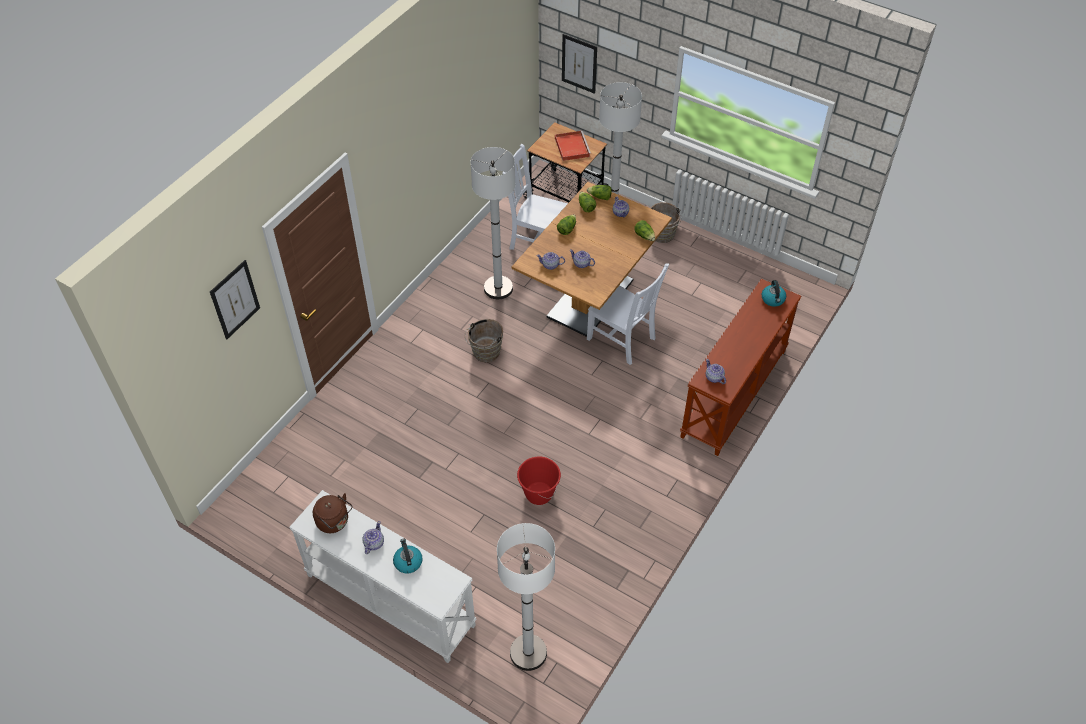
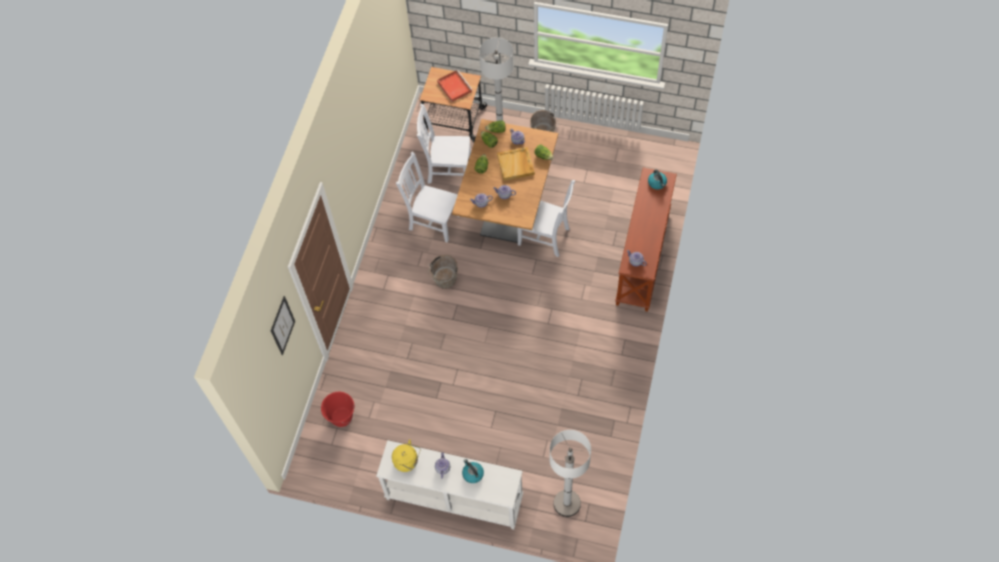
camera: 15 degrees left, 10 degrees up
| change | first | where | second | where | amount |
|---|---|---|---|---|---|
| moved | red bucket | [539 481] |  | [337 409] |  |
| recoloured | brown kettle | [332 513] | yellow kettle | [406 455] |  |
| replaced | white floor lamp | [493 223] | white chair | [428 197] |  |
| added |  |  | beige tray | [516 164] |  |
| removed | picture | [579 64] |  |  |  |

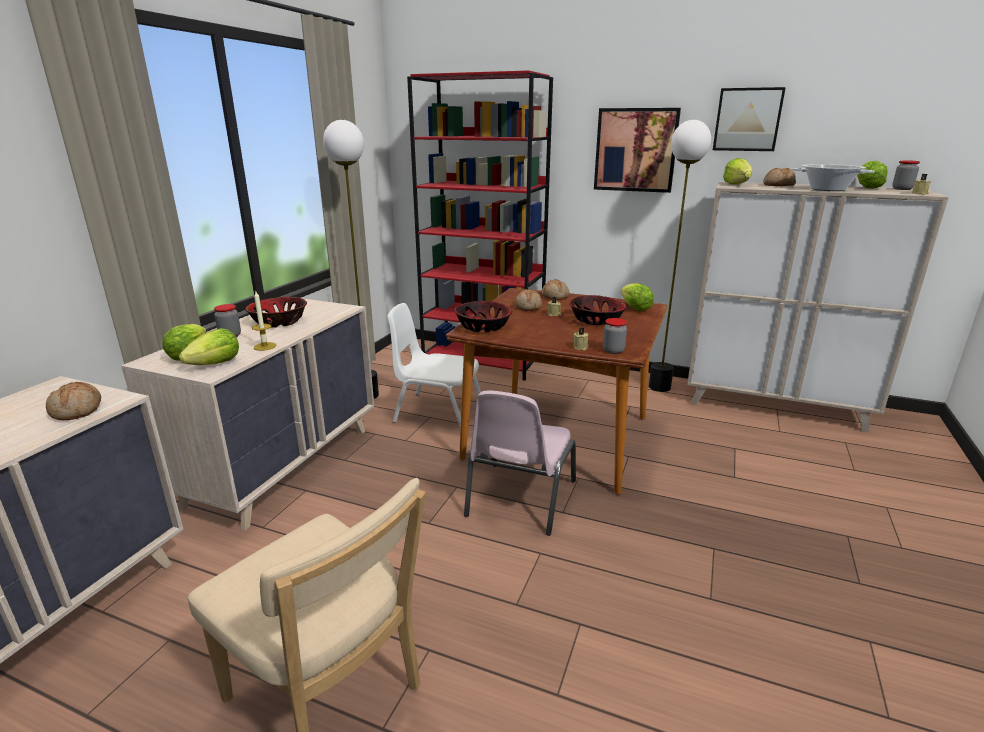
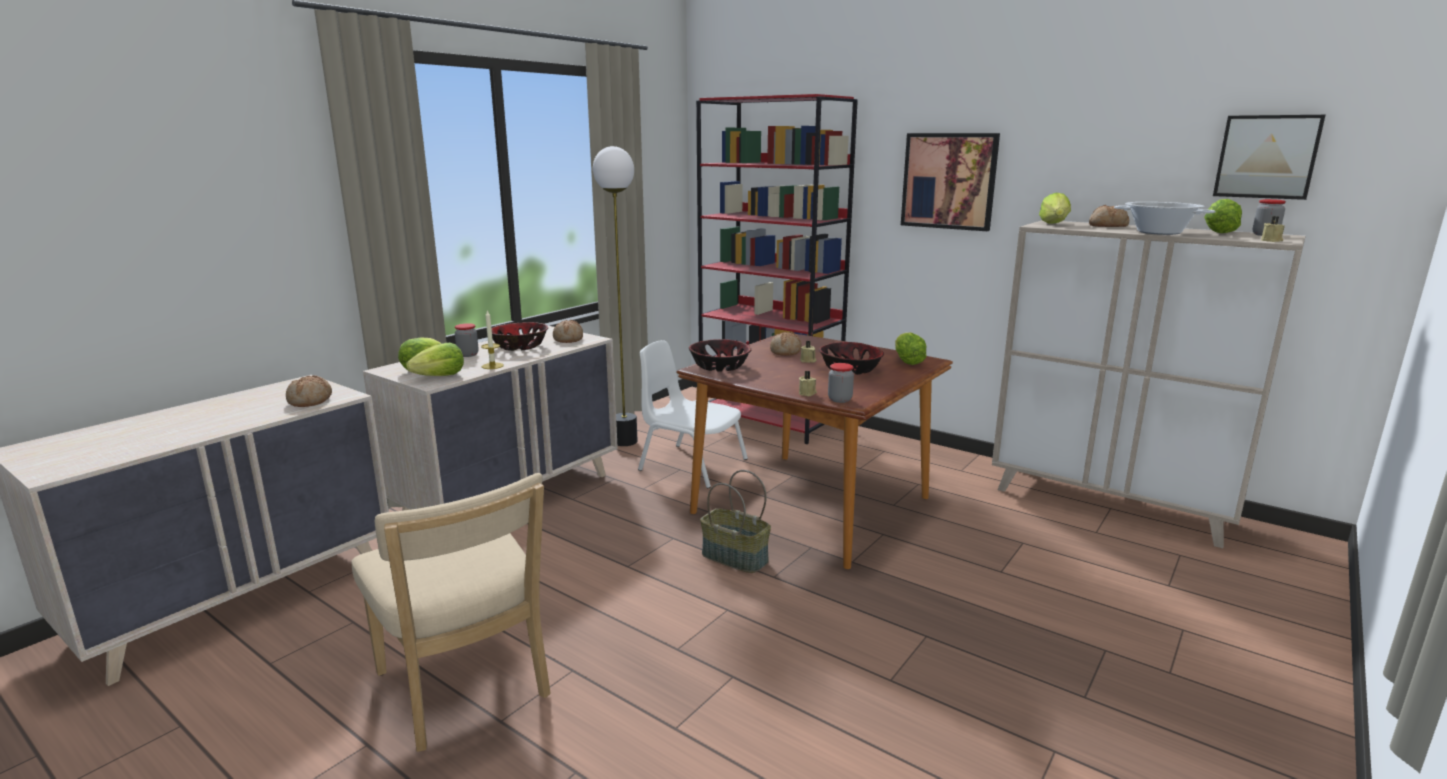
camera: 15 degrees right, 5 degrees down
| change | first | where | second | where | amount |
|---|---|---|---|---|---|
| moved | bread | [555 289] |  | [568 331] |  |
| replaced | pink chair | [520 463] | basket | [735 521] |  |
| moved | picture | [749 119] |  | [1269 157] |  |
| removed | floor lamp | [680 256] |  |  |  |

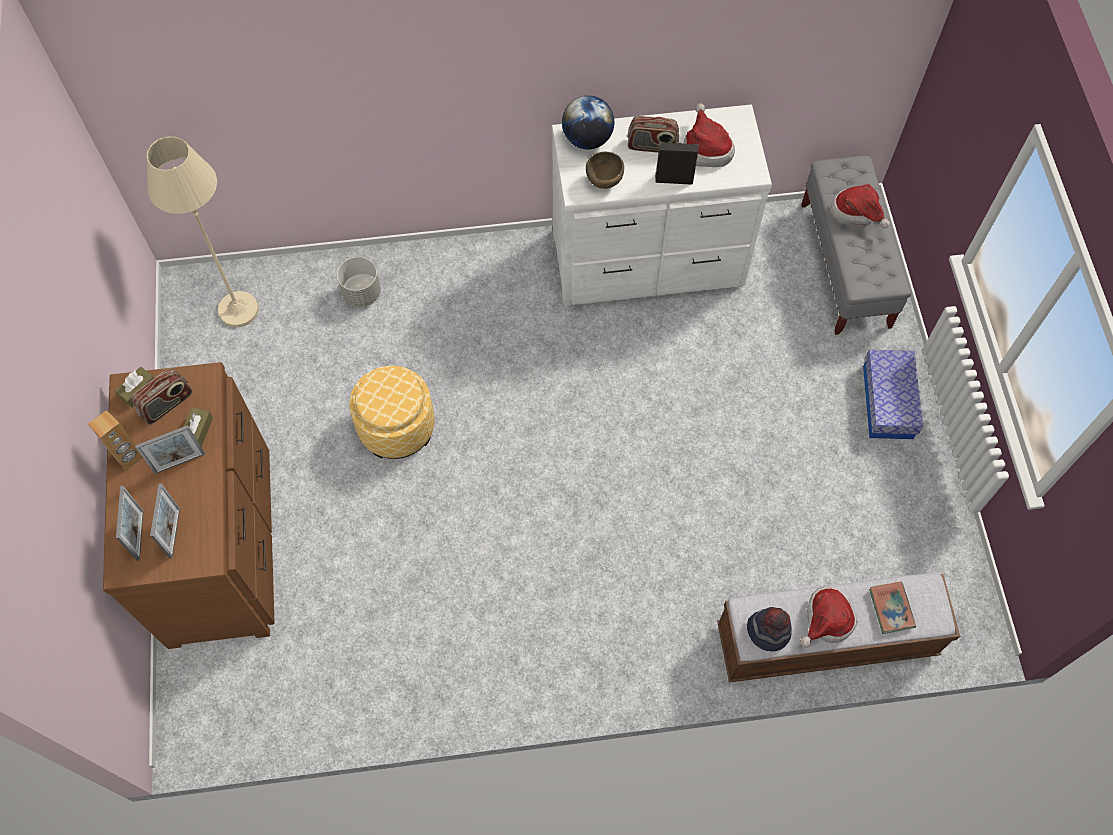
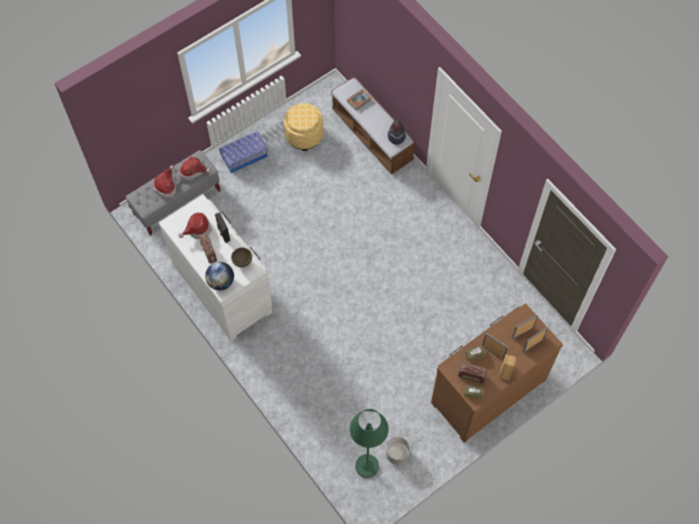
camera: 120 degrees left, 0 degrees up
| change | first | where | second | where | amount |
|---|---|---|---|---|---|
| moved | hat | [828 617] |  | [195 169] |  |
| moved | ottoman | [392 412] |  | [304 127] |  |
| recoloured | beige floor lamp | [203 231] | green floor lamp | [369 443] |  |
| moved | grey planter | [359 282] |  | [398 451] |  |

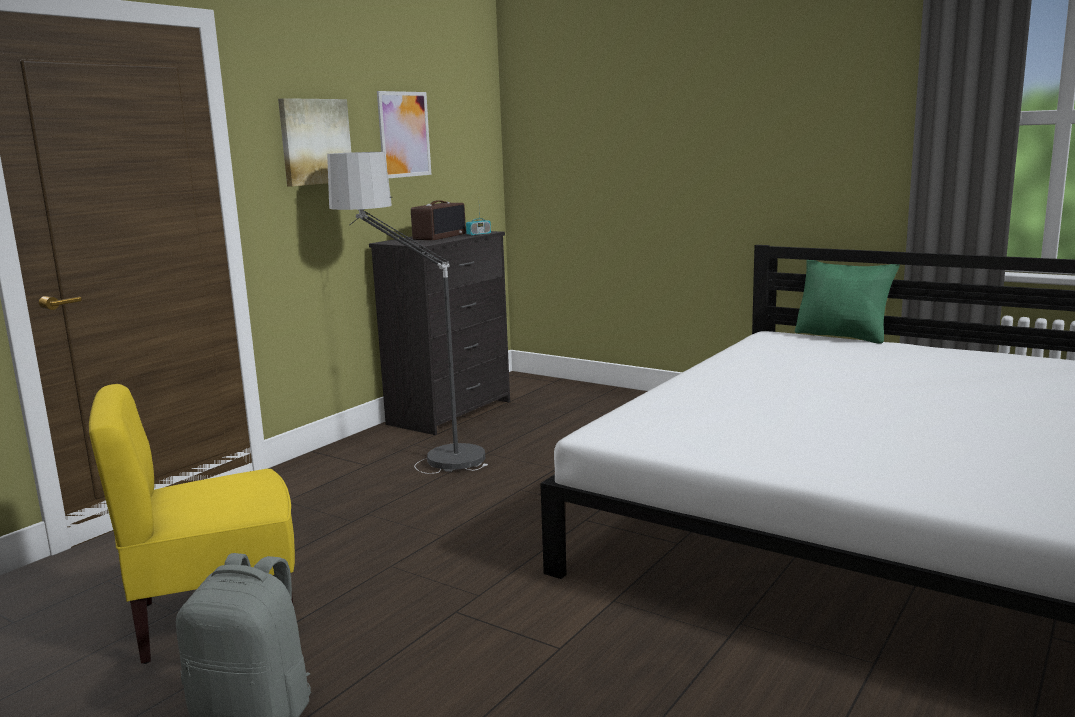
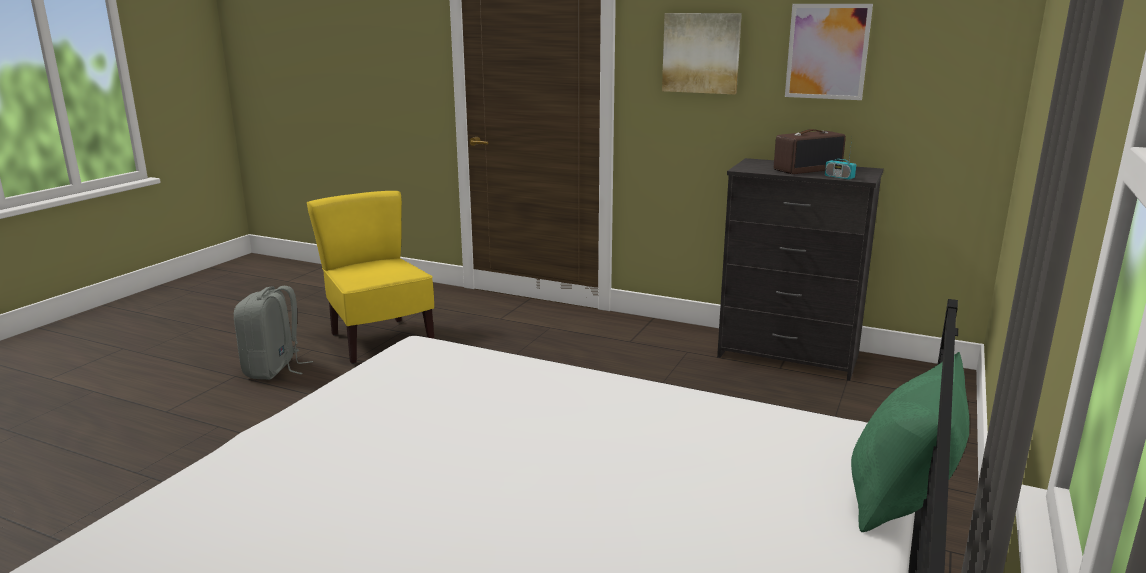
camera: 80 degrees right, 5 degrees up
| change | first | where | second | where | amount |
|---|---|---|---|---|---|
| turned | radio | [438 220] |  | [810 151] | 45 degrees counterclockwise |
| removed | floor lamp | [407 313] |  |  |  |

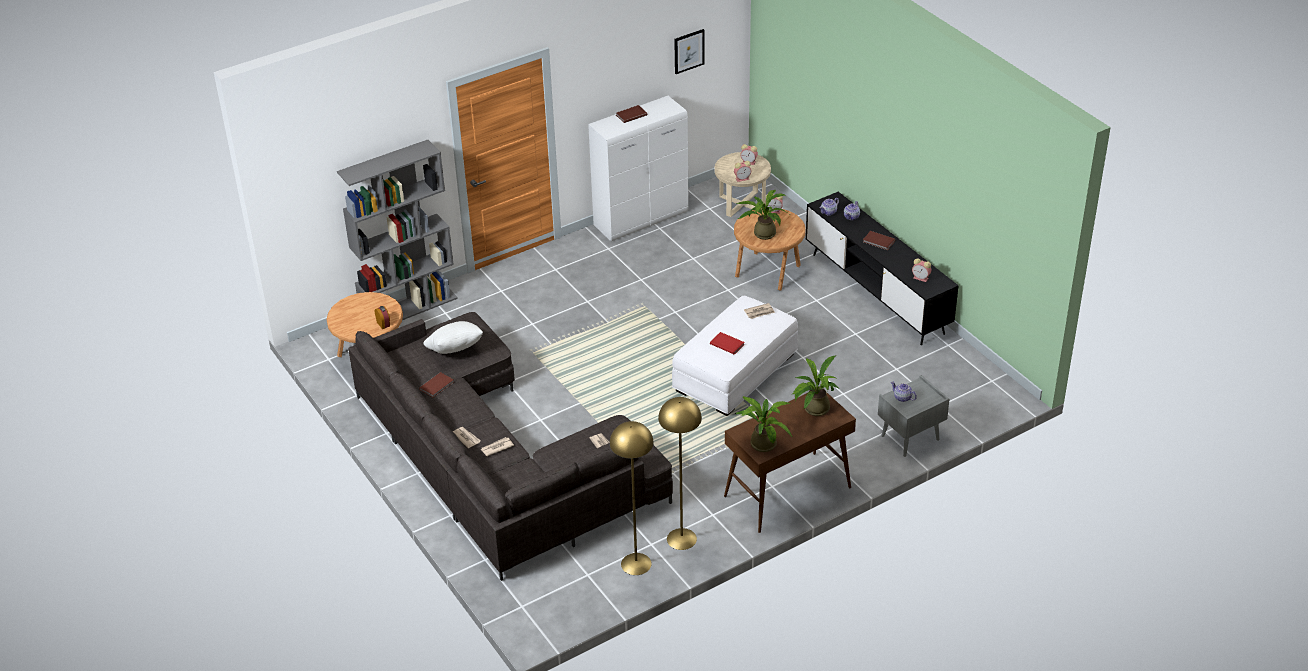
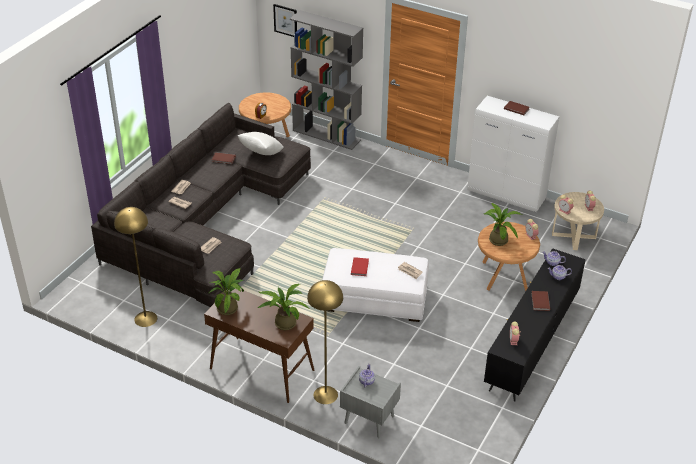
camera: 60 degrees right, 0 degrees up
| change | first | where | second | where | amount |
|---|---|---|---|---|---|
| moved | picture | [689 51] |  | [285 20] |  |
| moved | yellow floor lamp | [680 473] |  | [325 342] |  |

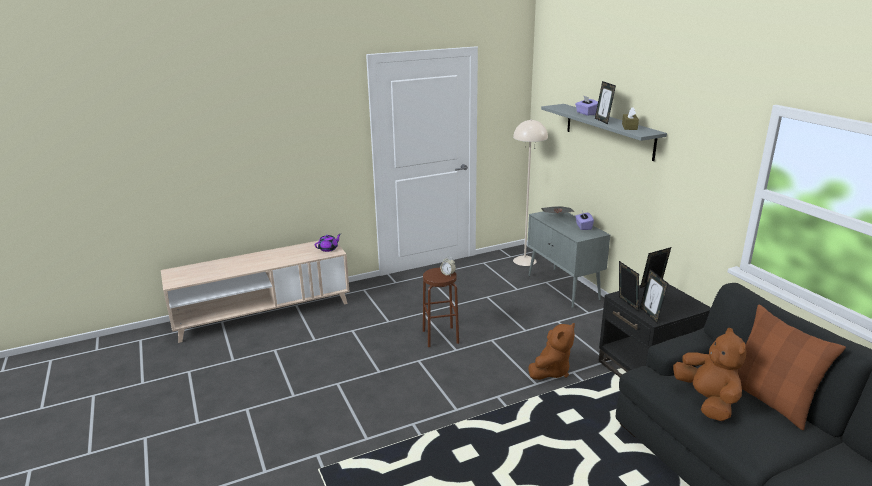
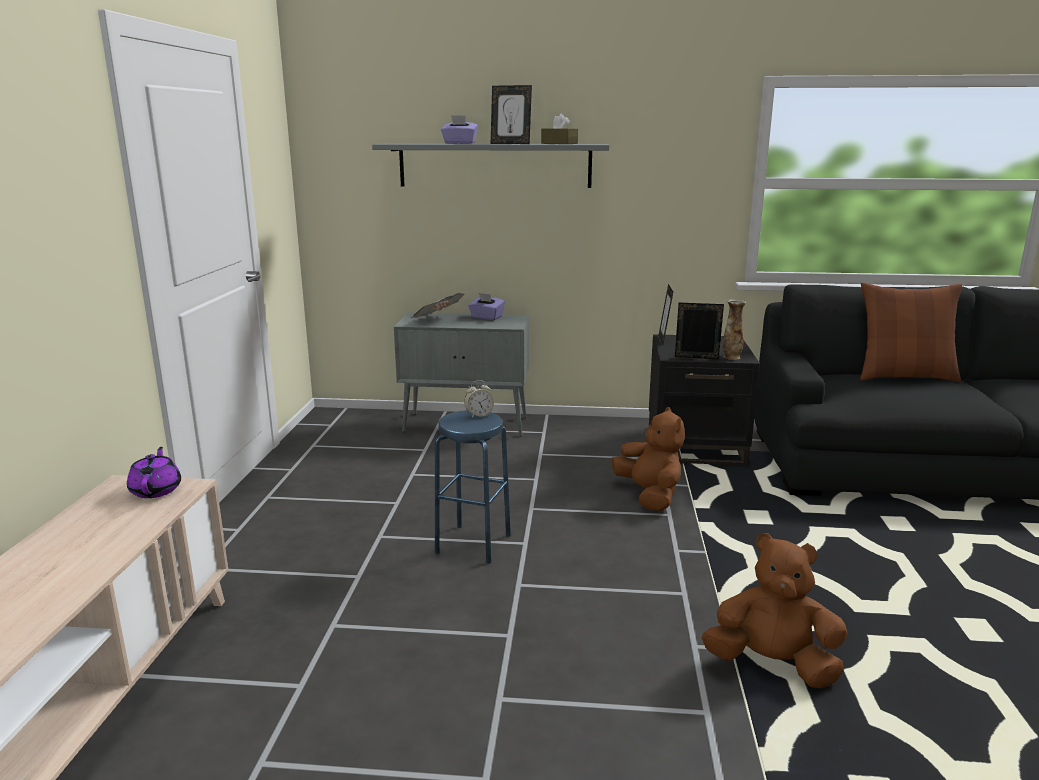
camera: 60 degrees left, 5 degrees down
| change | first | where | second | where | amount |
|---|---|---|---|---|---|
| recoloured | brown stool | [441 307] | blue stool | [473 487] |  |
| moved | brown plush toy | [709 374] |  | [774 610] |  |
| replaced | picture frame | [654 296] | vase | [734 329] |  |
| removed | beige floor lamp | [530 192] |  |  |  |

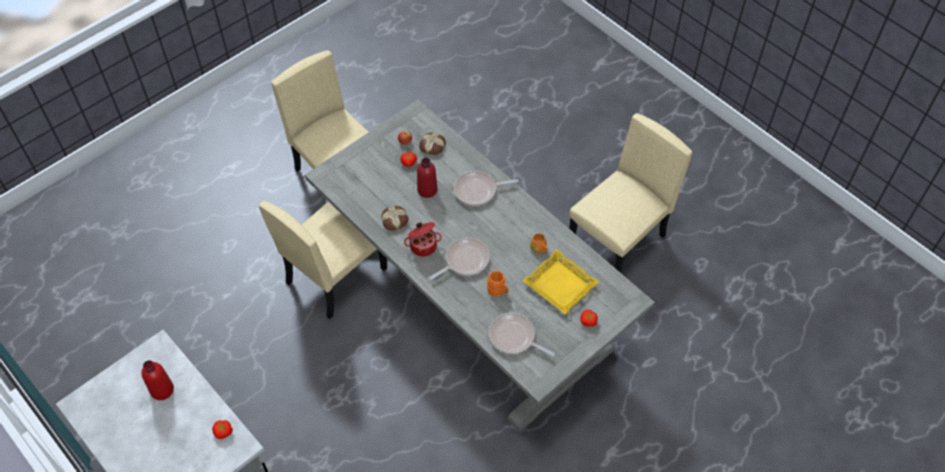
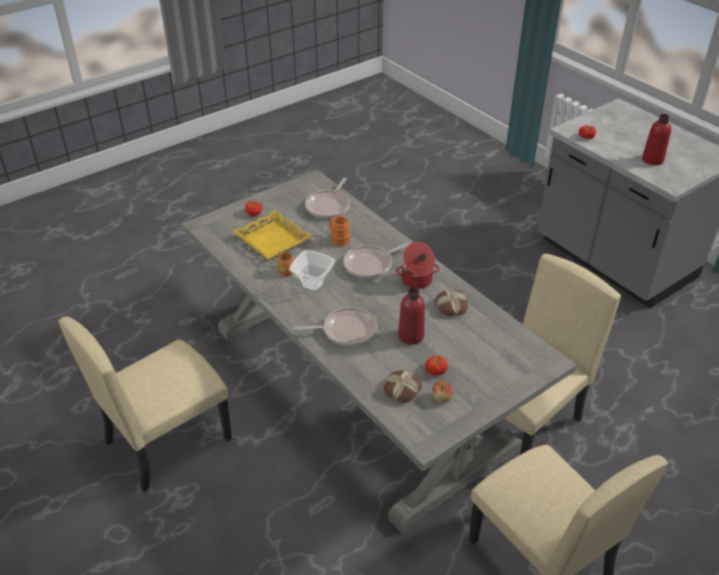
camera: 175 degrees left, 15 degrees down
| change | first | where | second | where | amount |
|---|---|---|---|---|---|
| added |  |  | bowl | [312 271] |  |
| turned | frying pan | [522 334] |  | [327 198] | 75 degrees clockwise |

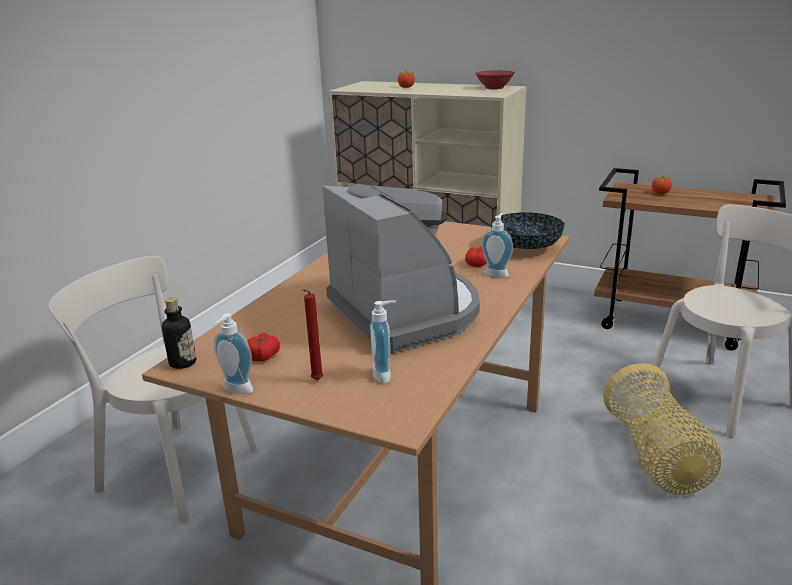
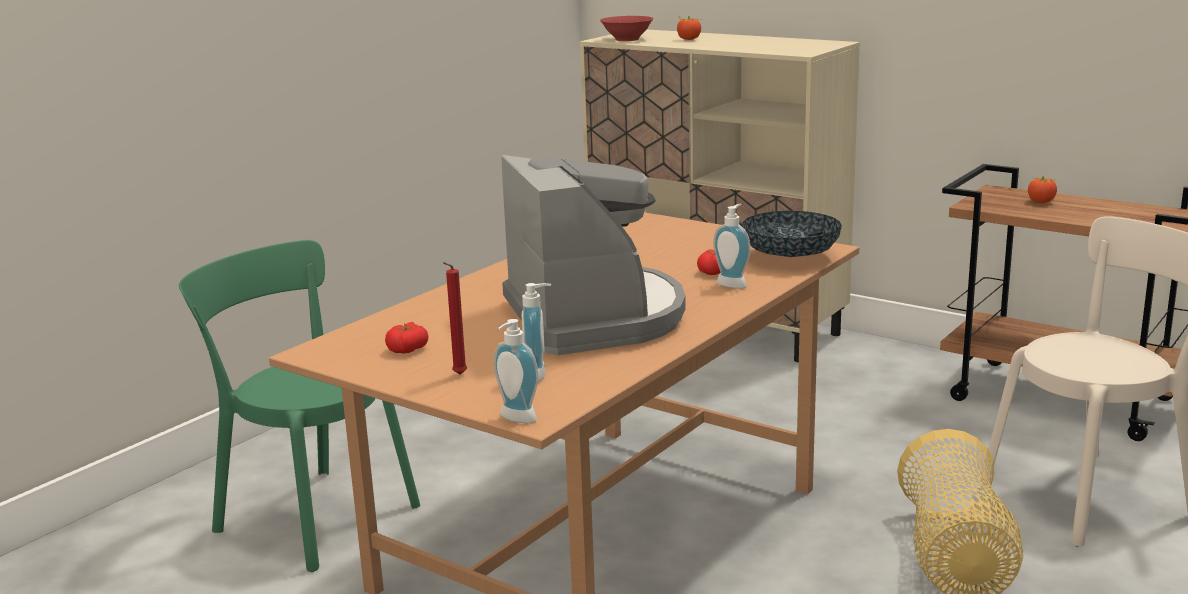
camera: 10 degrees right, 5 degrees down
| change | first | where | second | where | amount |
|---|---|---|---|---|---|
| recoloured | beige chair | [153 389] | green chair | [299 406] |  |
| moved | soap dispenser | [233 353] |  | [515 371] |  |
| moved | red bowl | [495 79] |  | [627 28] |  |
| removed | bottle | [179 333] |  |  |  |

